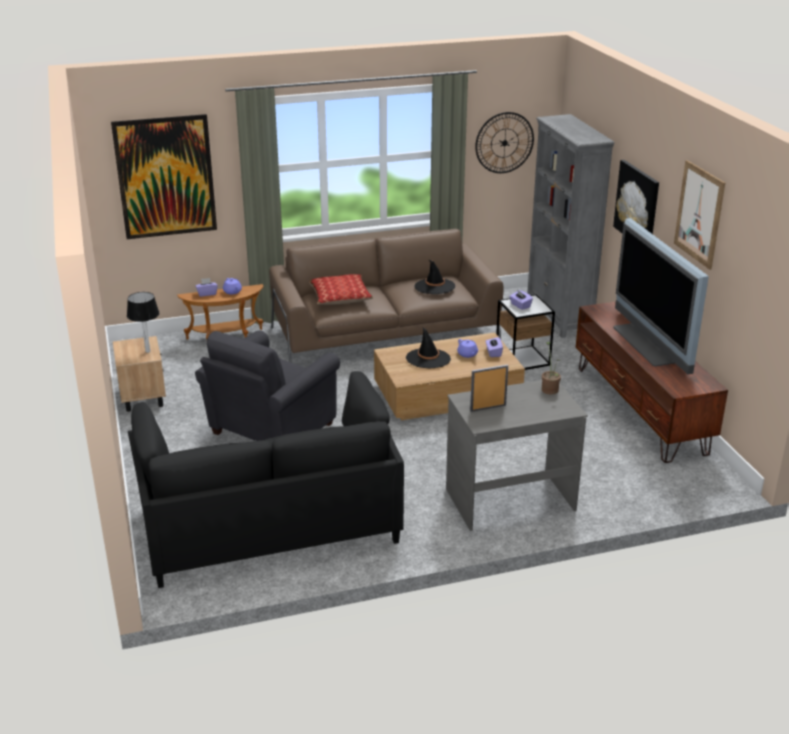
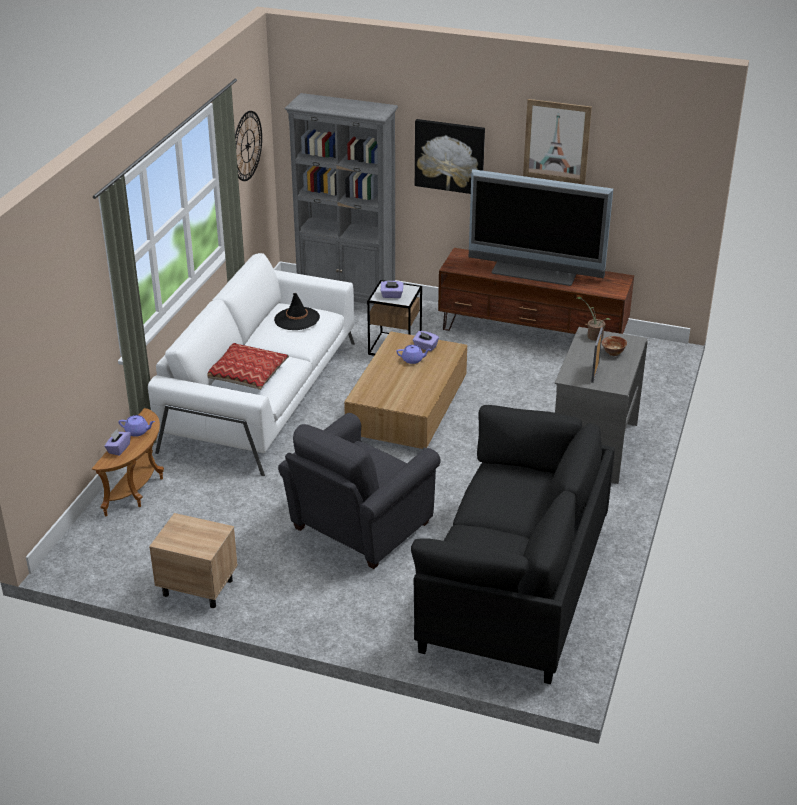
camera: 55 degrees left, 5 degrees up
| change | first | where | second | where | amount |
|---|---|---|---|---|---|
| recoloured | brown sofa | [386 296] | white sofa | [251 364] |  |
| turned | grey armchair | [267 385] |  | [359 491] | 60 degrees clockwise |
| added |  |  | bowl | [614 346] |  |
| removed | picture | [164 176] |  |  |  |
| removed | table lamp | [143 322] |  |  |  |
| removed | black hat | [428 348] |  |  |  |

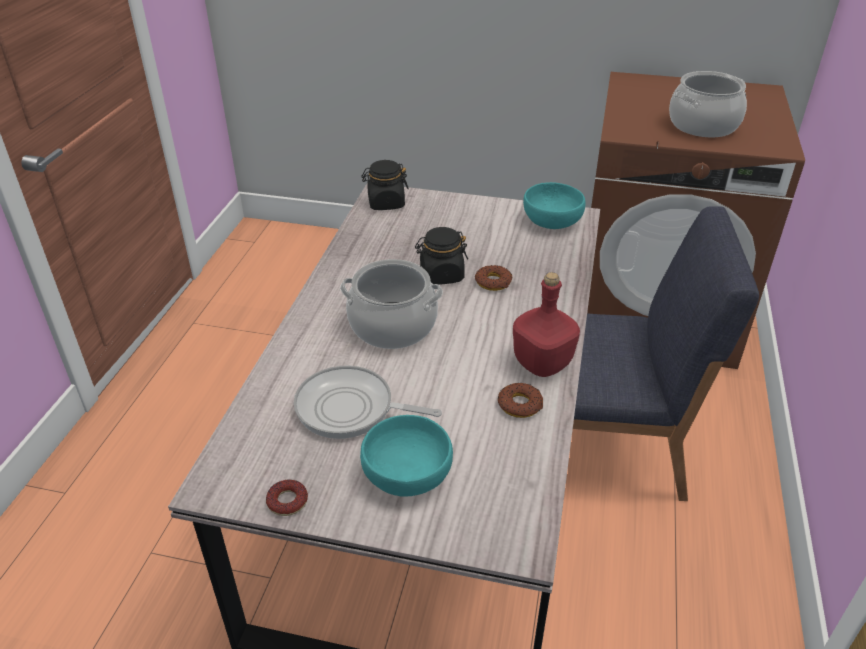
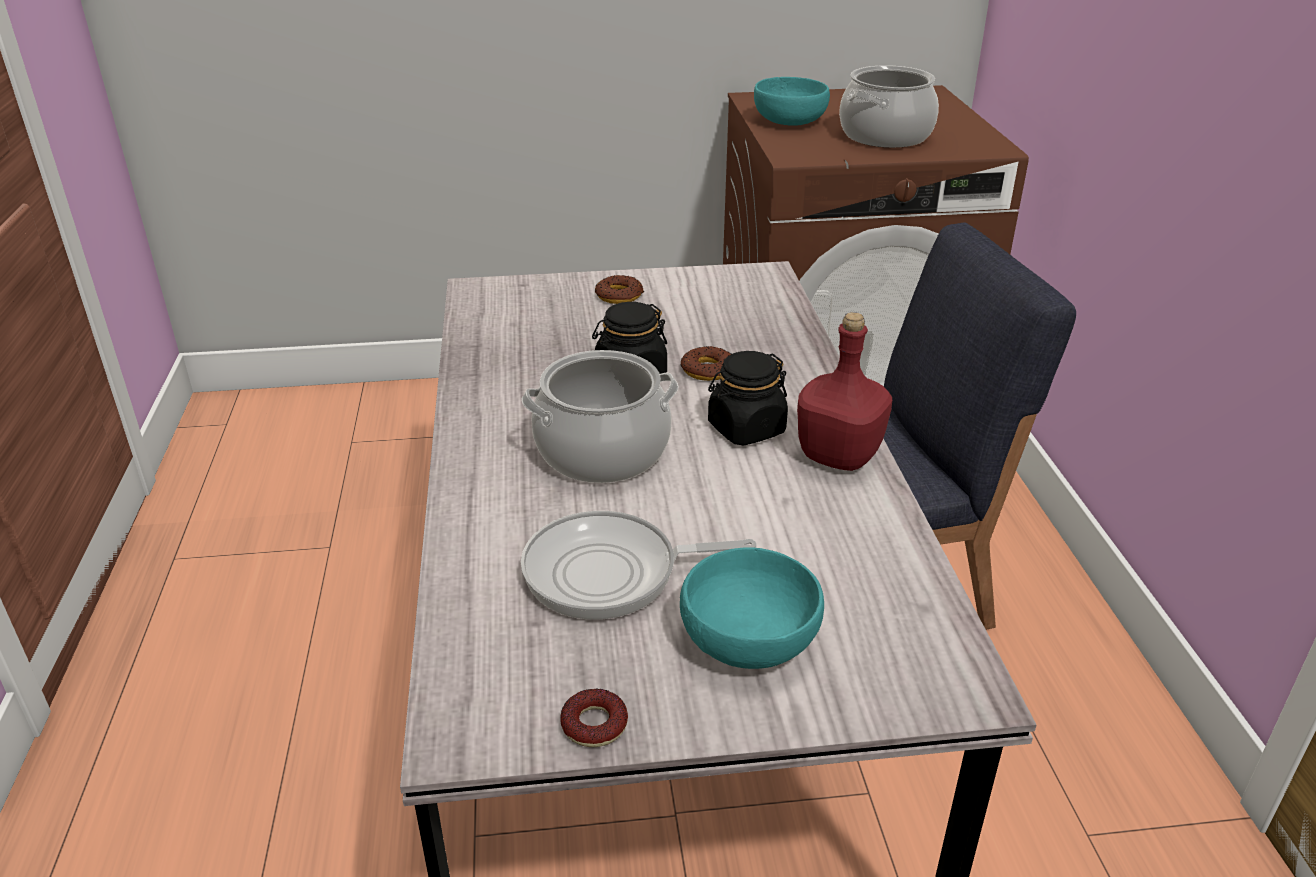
camera: 20 degrees left, 5 degrees down
| change | first | where | second | where | amount |
|---|---|---|---|---|---|
| moved | donut | [520 400] |  | [619 289] |  |
| moved | black jar | [385 185] |  | [748 398] |  |
| moved | turquoise bowl | [554 205] |  | [792 101] |  |

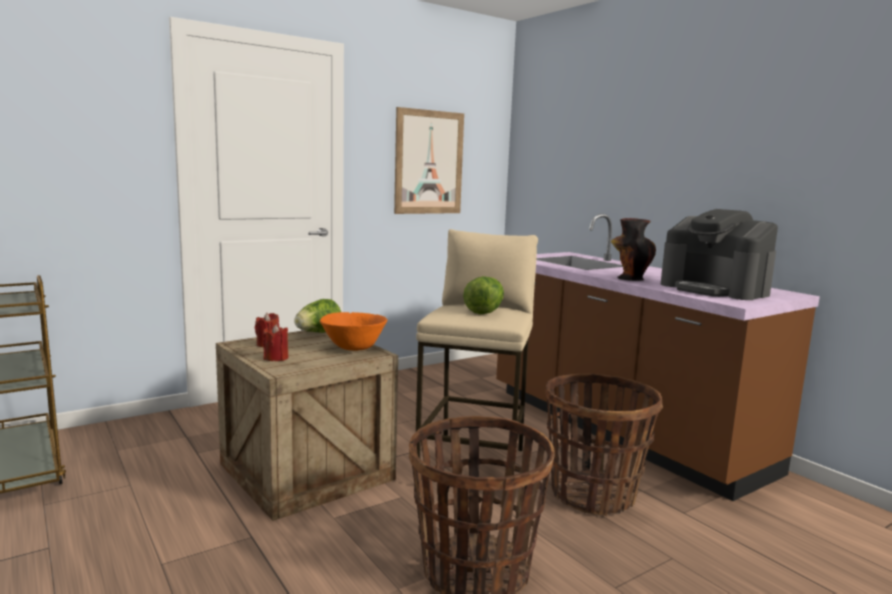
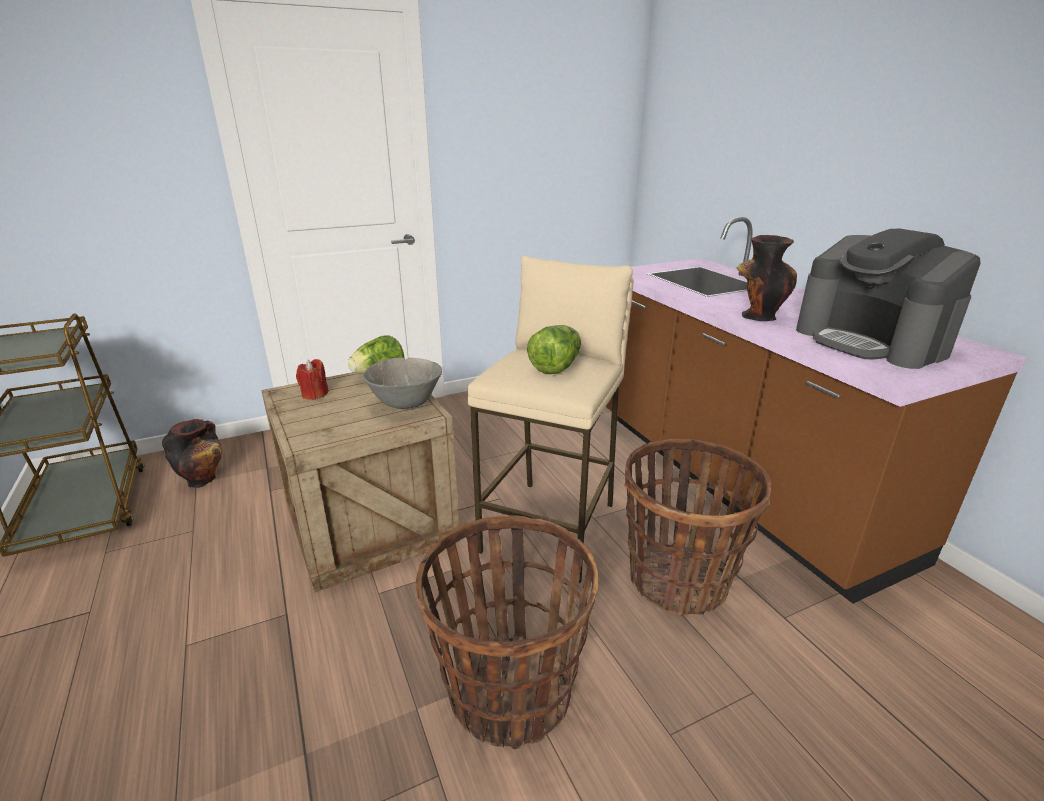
camera: 10 degrees right, 15 degrees up
| change | first | where | second | where | amount |
|---|---|---|---|---|---|
| added |  |  | vase | [192 453] |  |
| recoloured | orange bowl | [353 331] | grey bowl | [402 383] |  |
| removed | red candle | [275 342] |  |  |  |
| removed | picture | [429 160] |  |  |  |

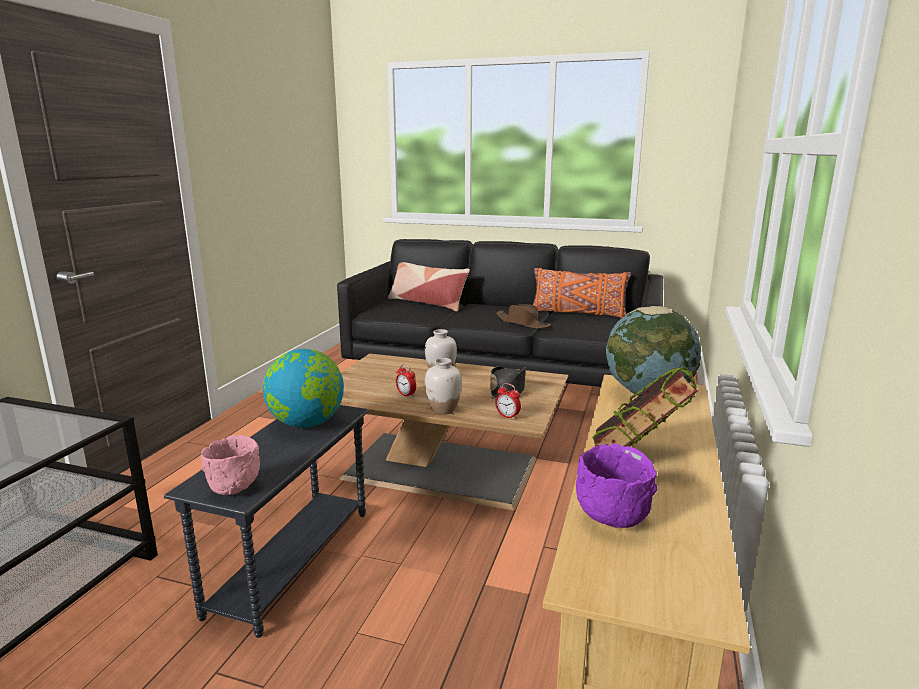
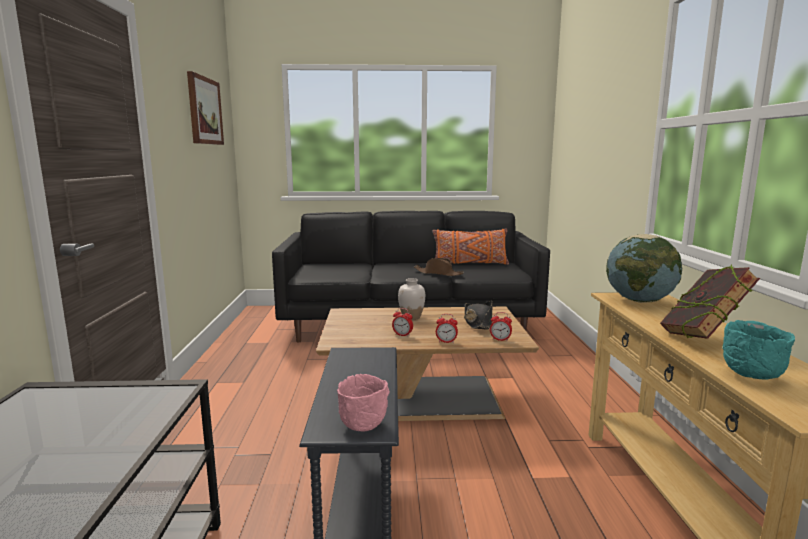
camera: 20 degrees left, 5 degrees down
| change | first | where | second | where | amount |
|---|---|---|---|---|---|
| added |  |  | picture | [205 108] |  |
| replaced | white vase | [443 386] | alarm clock | [447 328] |  |
| recoloured | purple bowl | [617 485] | turquoise bowl | [758 349] |  |
| removed | globe | [303 388] |  |  |  |
| removed | pillow | [429 287] |  |  |  |

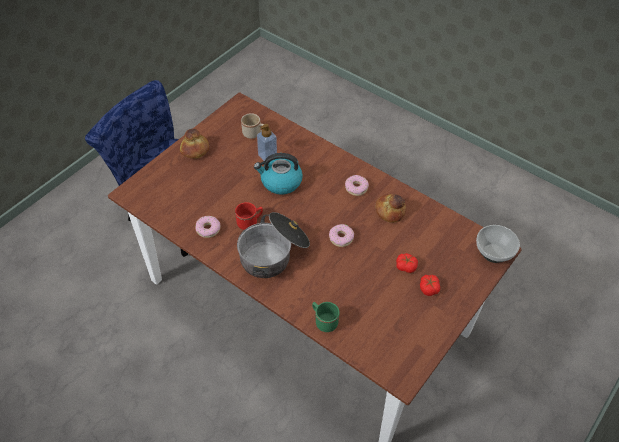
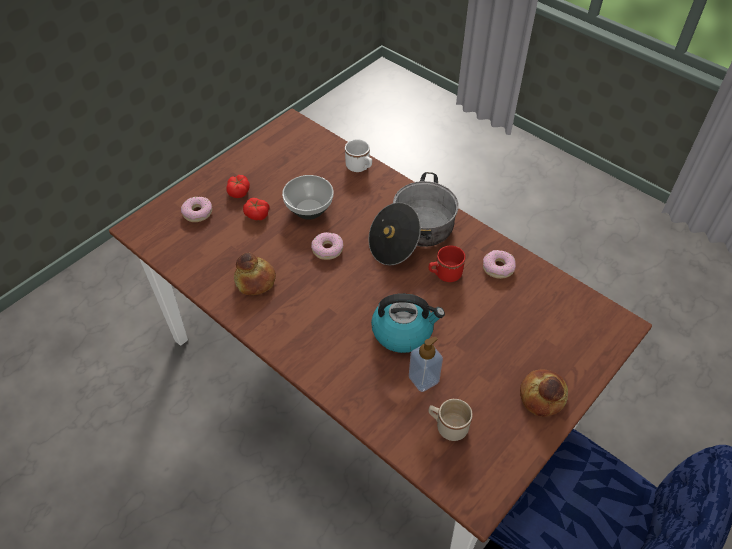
camera: 175 degrees left, 0 degrees up
| change | first | where | second | where | amount |
|---|---|---|---|---|---|
| moved | donut | [357 185] |  | [196 209] |  |
| moved | bowl | [498 244] |  | [307 197] |  |
| recoloured | green mug | [326 317] | white mug | [358 155] |  |

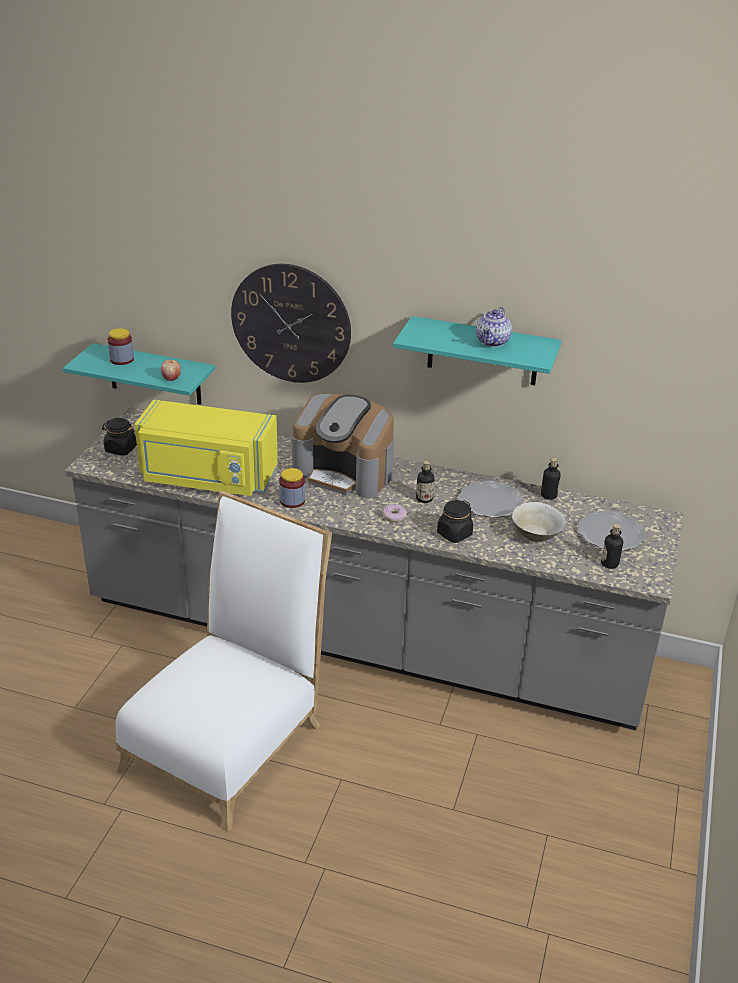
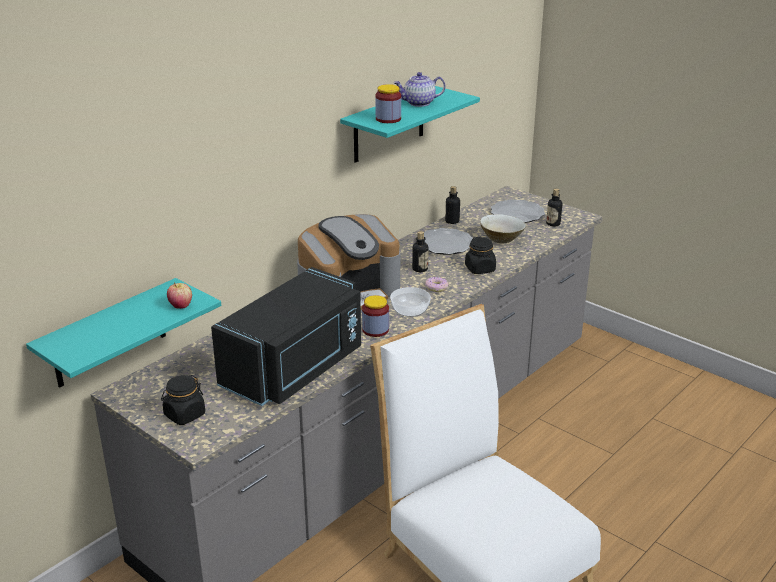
camera: 65 degrees left, 5 degrees down
| change | first | where | second | where | amount |
|---|---|---|---|---|---|
| recoloured | yellow microwave | [206 448] | black microwave | [286 336] |  |
| moved | jar | [120 346] |  | [388 103] |  |
| added |  |  | bowl | [410 302] |  |
| turned | teapot | [494 327] |  | [419 89] | 120 degrees clockwise |
| removed | wall clock | [291 323] |  |  |  |

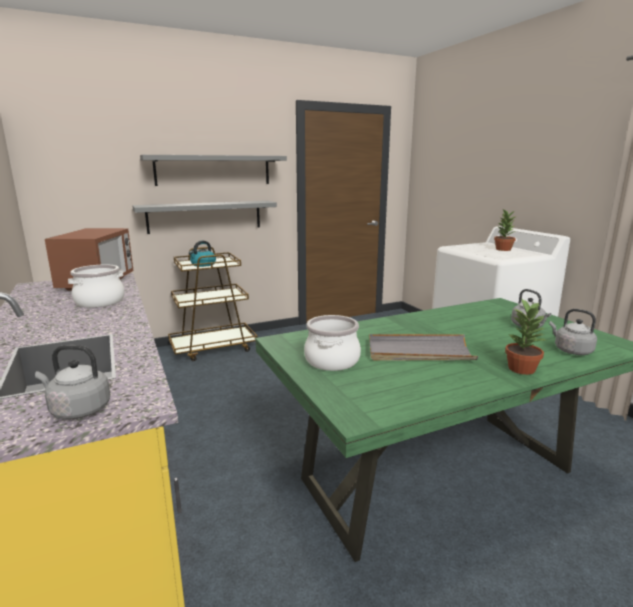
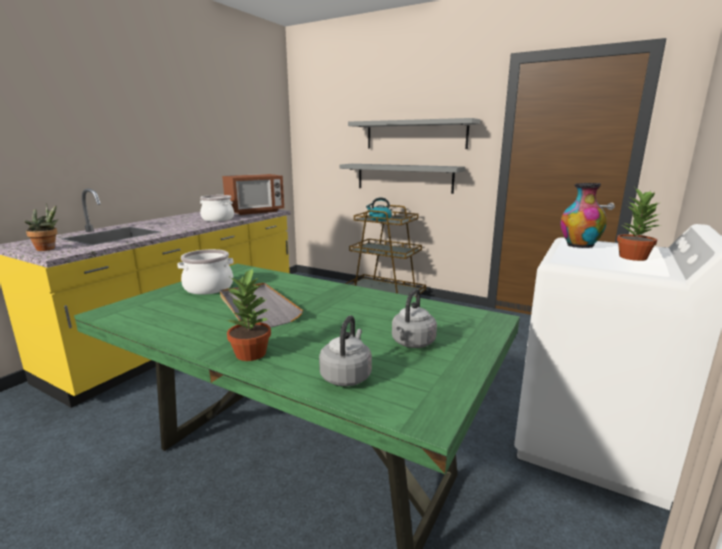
camera: 55 degrees right, 0 degrees up
| change | first | where | second | where | amount |
|---|---|---|---|---|---|
| replaced | grey kettle | [72 382] | potted plant | [41 227] |  |
| added |  |  | vase | [583 215] |  |

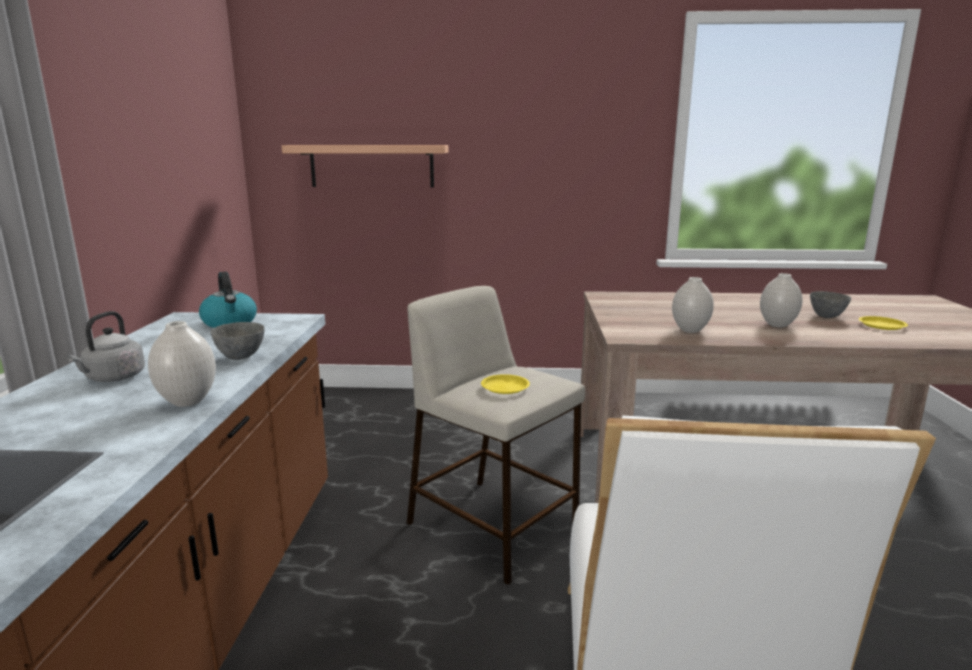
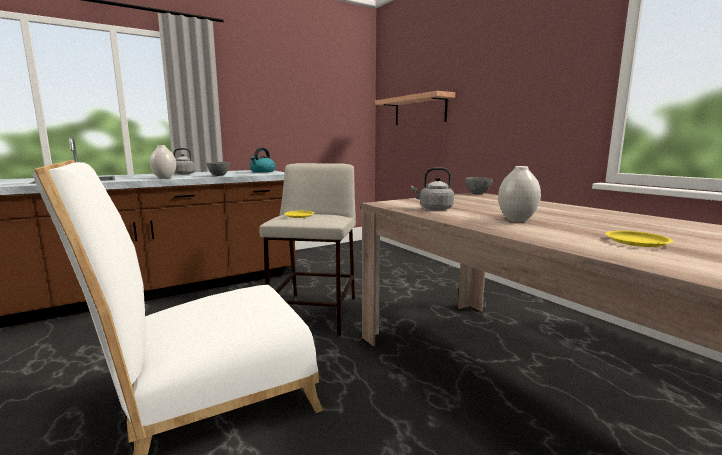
camera: 55 degrees right, 5 degrees down
| change | first | where | second | where | amount |
|---|---|---|---|---|---|
| replaced | white vase | [693 305] | grey kettle | [432 189] |  |
| moved | grey bowl | [831 304] |  | [479 185] |  |

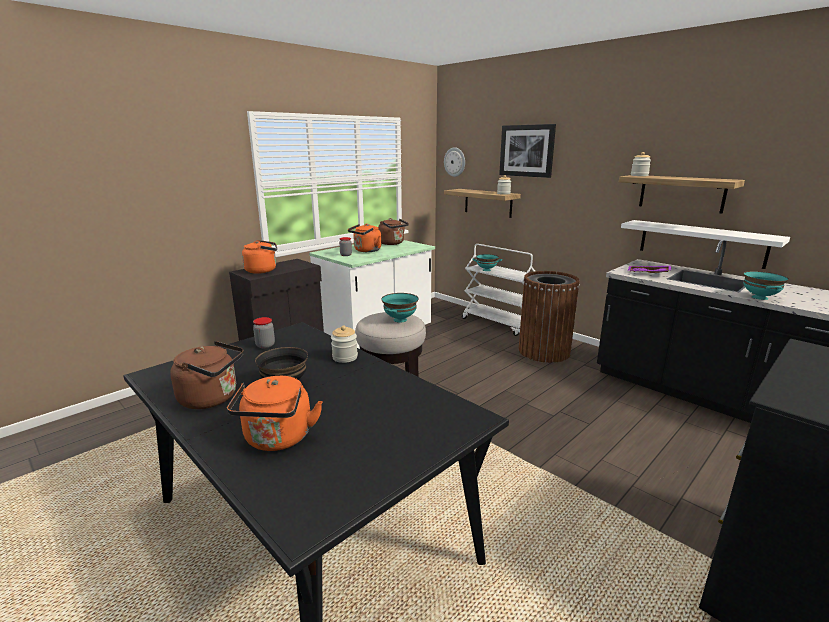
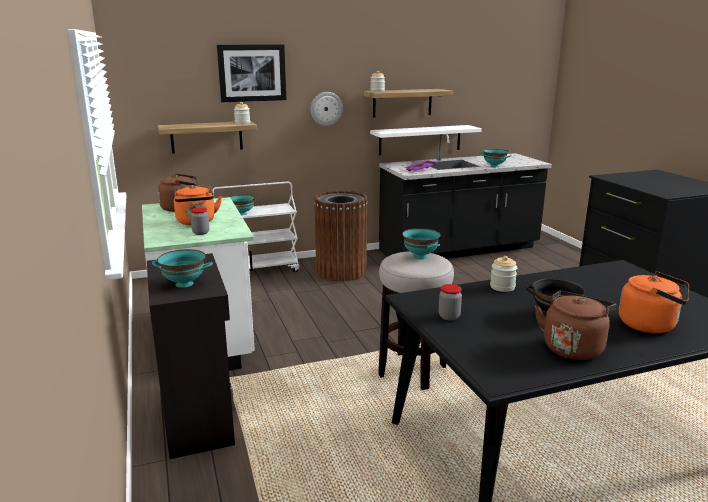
camera: 65 degrees left, 0 degrees up
| change | first | where | second | where | amount |
|---|---|---|---|---|---|
| replaced | orange kettle | [259 257] | turquoise bowl | [182 268] |  |
| moved | wall clock | [454 162] |  | [327 109] |  |

